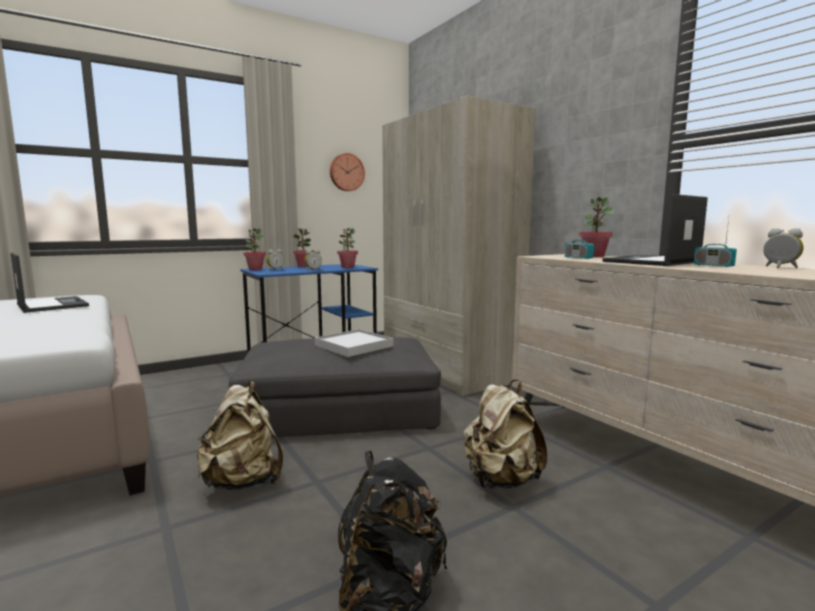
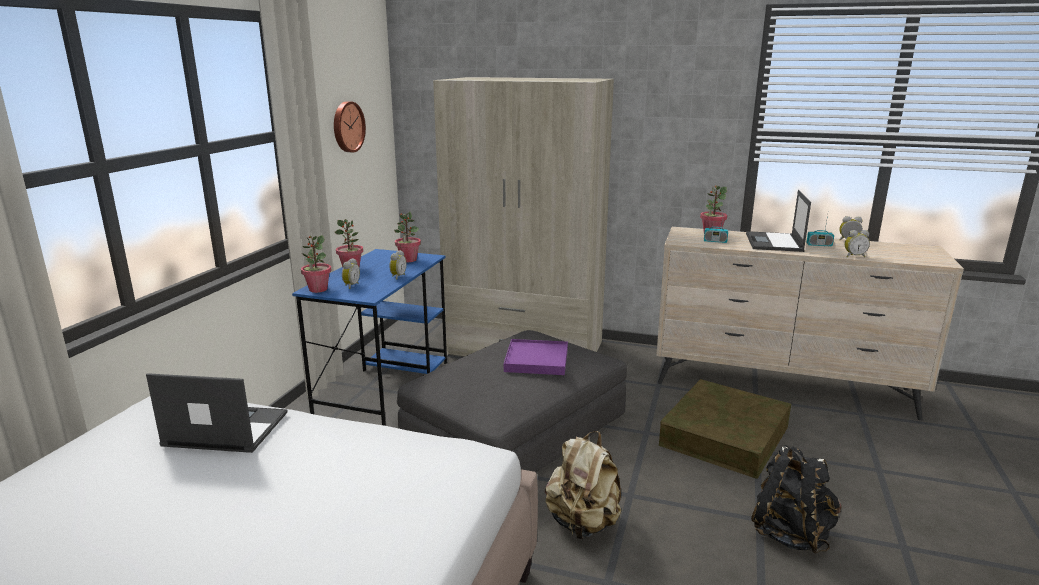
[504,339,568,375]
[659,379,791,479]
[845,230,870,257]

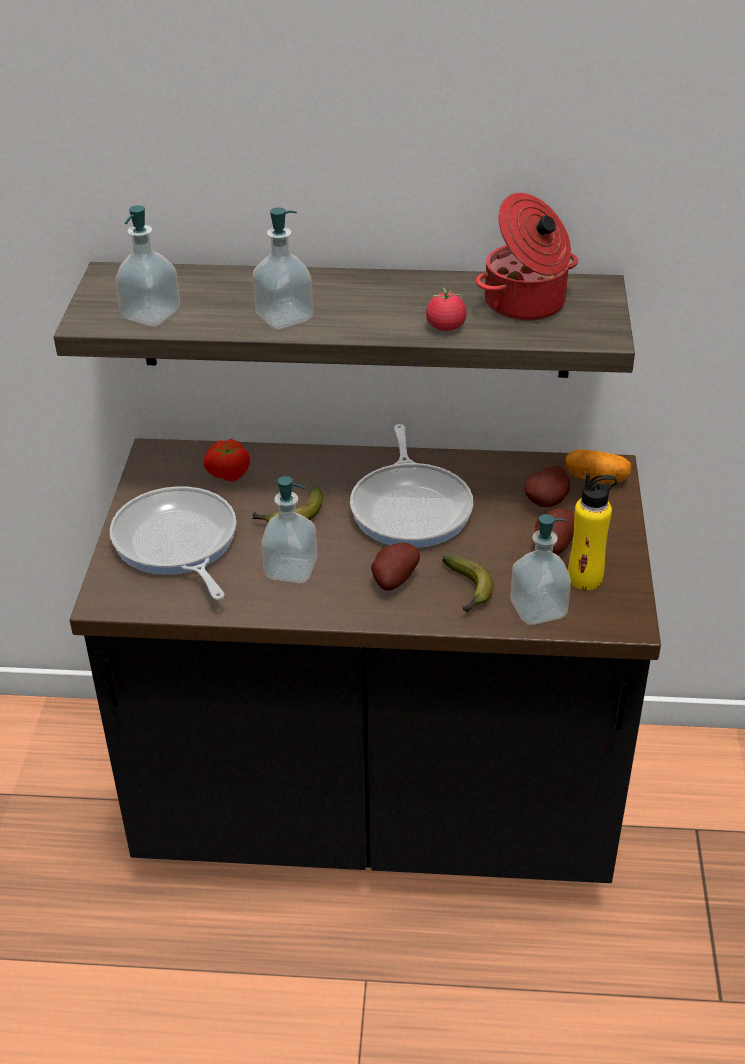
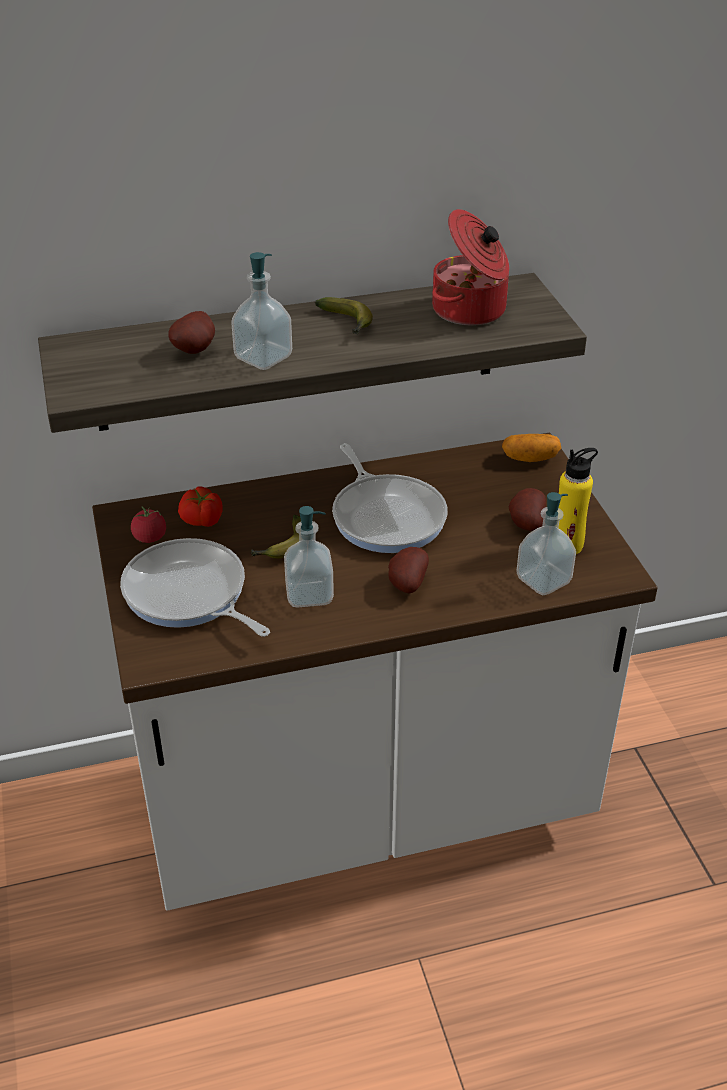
[115,205,180,327] (first image)
[131,507,166,543]
[92,433,658,911]
[169,311,215,354]
[315,297,373,335]

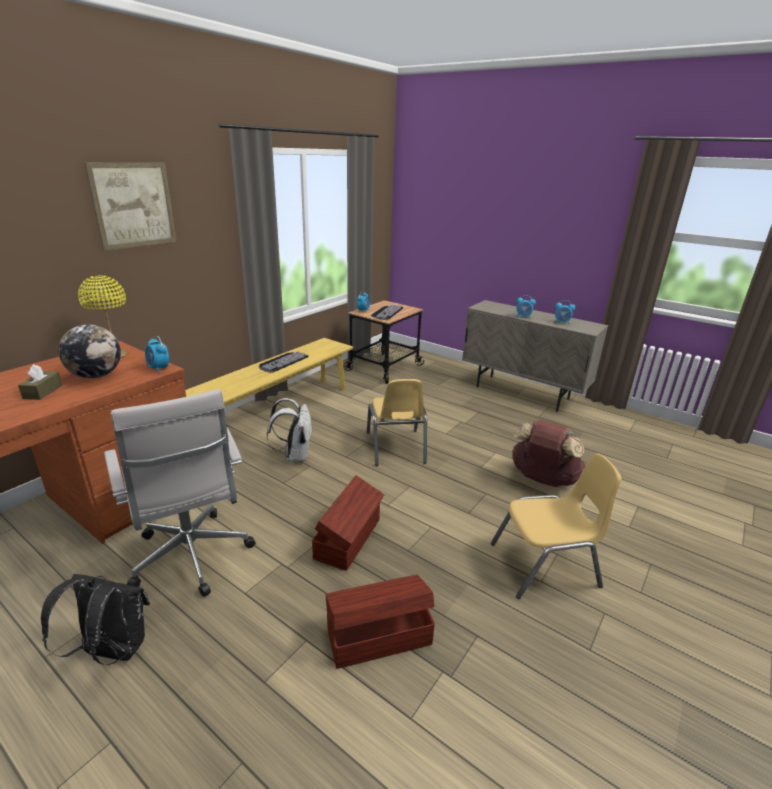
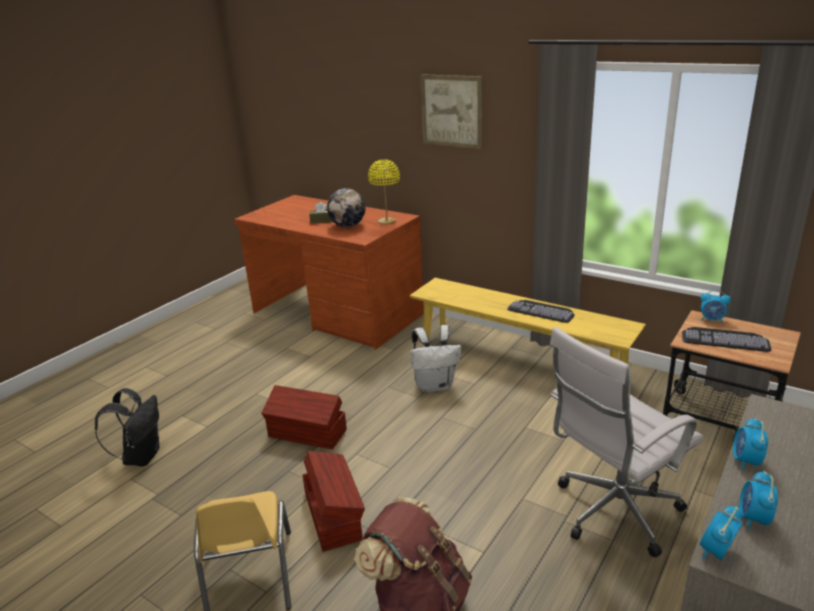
[700,506,743,561]
[367,379,427,466] (first image)
[550,327,704,558]
[95,388,159,467]
[302,451,365,552]

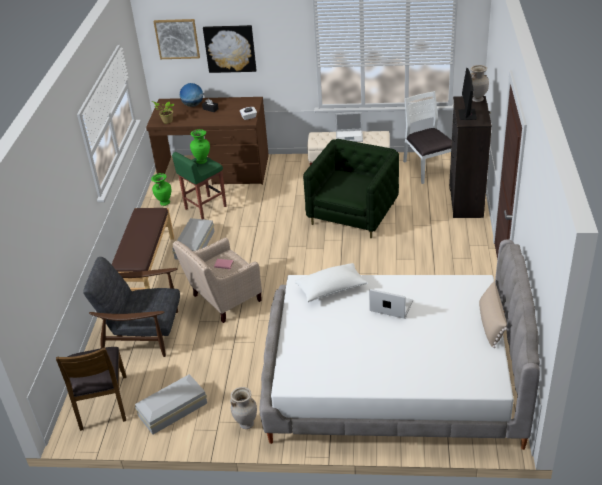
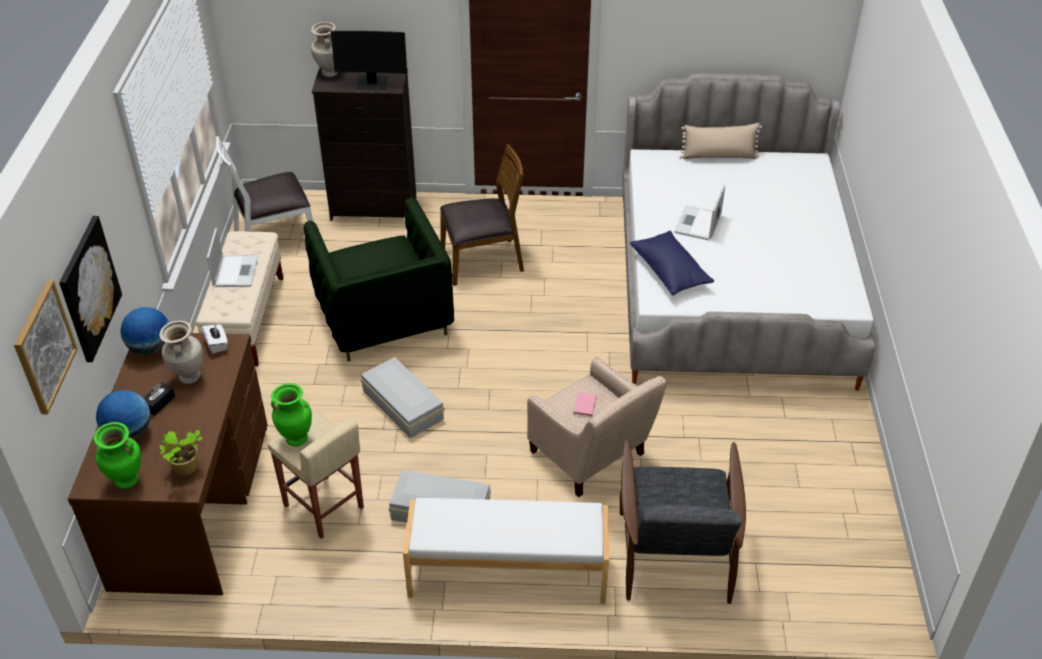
[303,198,454,361]
[267,412,364,539]
[94,422,141,489]
[403,498,609,604]
[630,231,714,295]
[440,144,524,286]
[361,357,445,438]
[159,321,203,384]
[120,307,169,355]

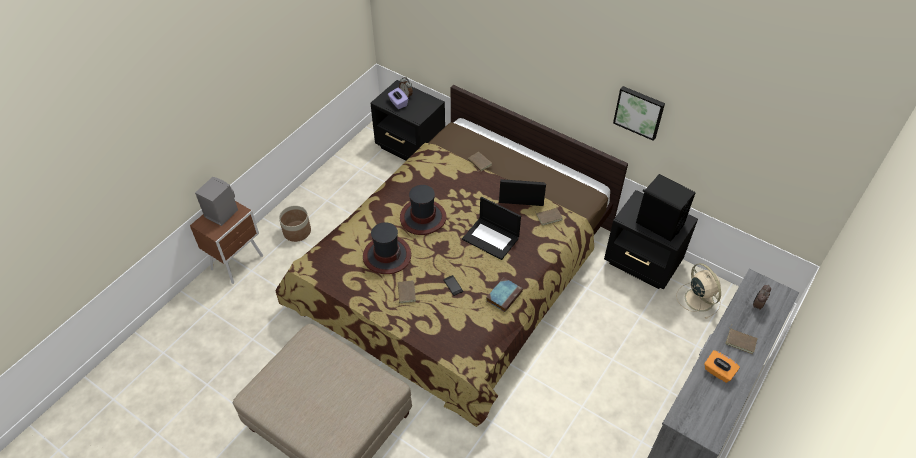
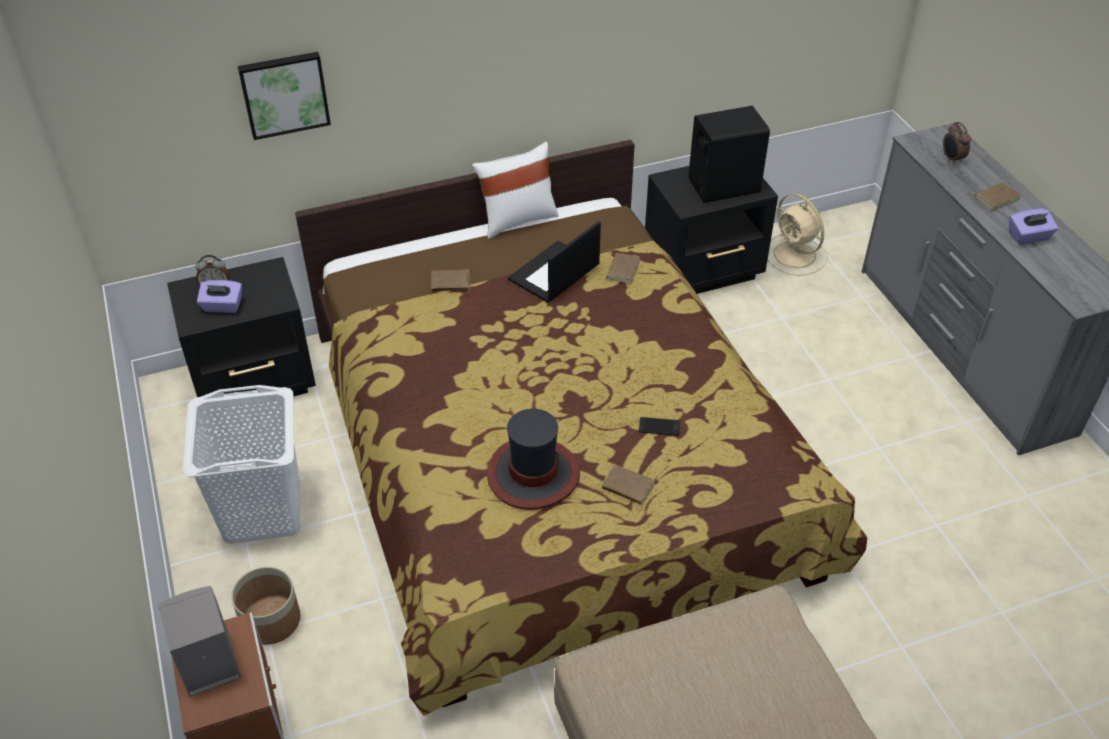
[238,52,331,140]
[400,185,447,235] (first image)
[462,196,521,260] (first image)
[768,193,828,276]
[486,277,523,312] (first image)
[1009,209,1058,245]
[472,142,559,239]
[183,385,300,544]

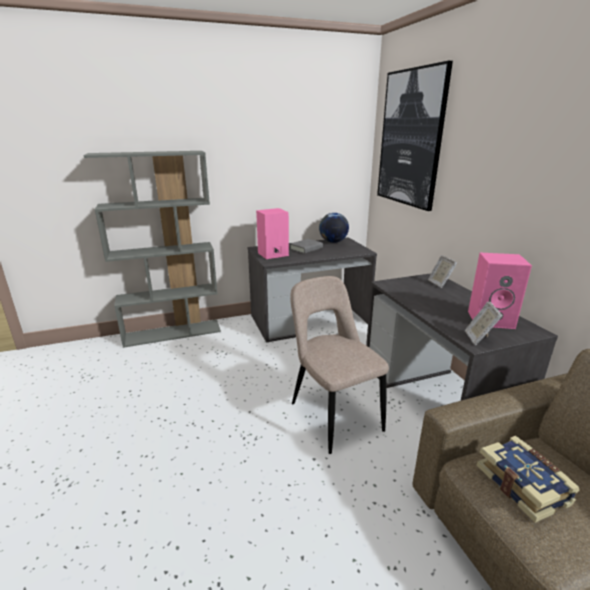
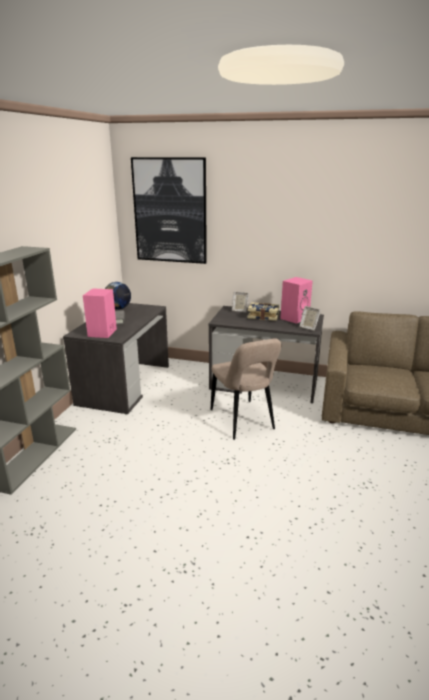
[211,338,281,440]
[247,303,279,321]

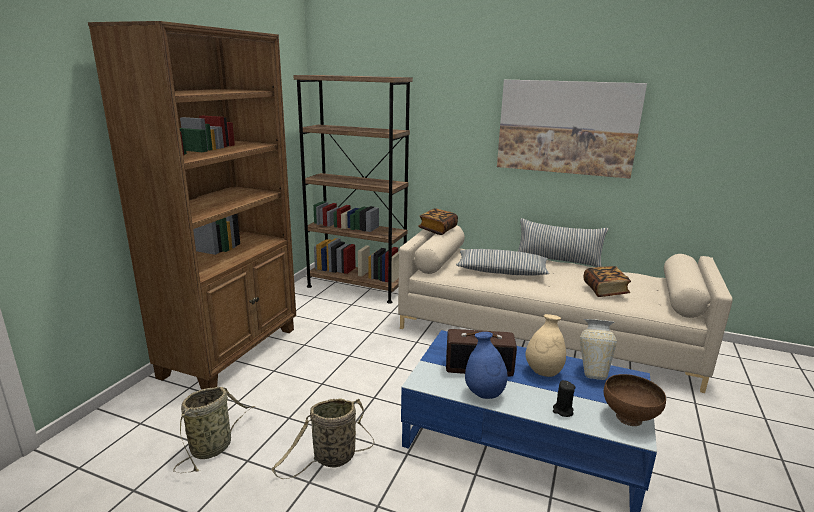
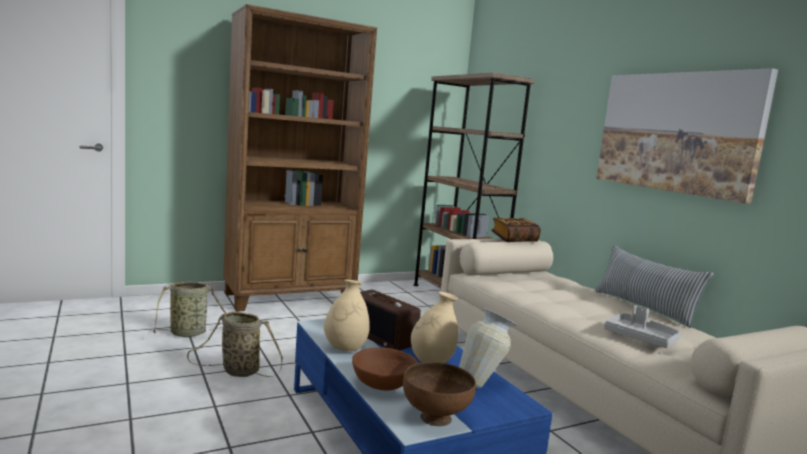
[456,249,549,275] (first image)
[604,305,681,348]
[324,279,370,351]
[352,347,418,390]

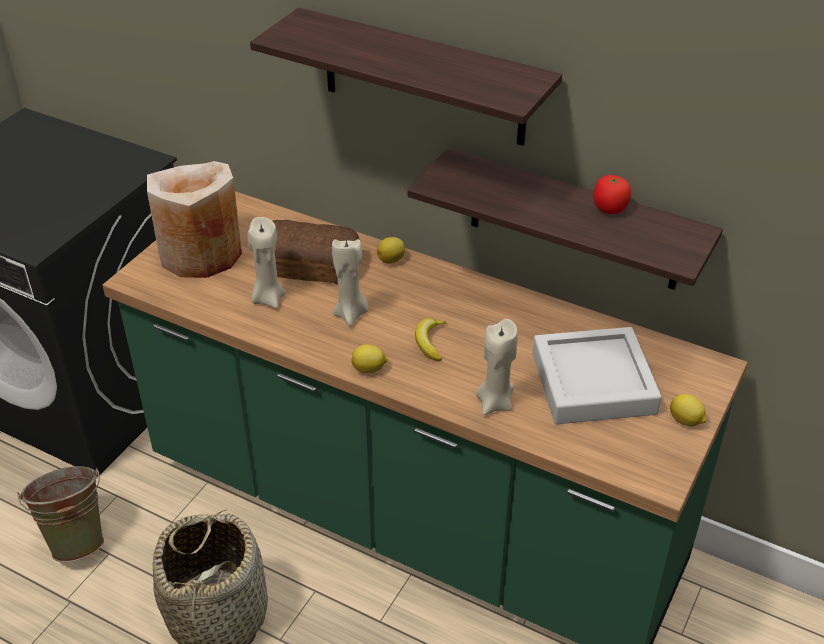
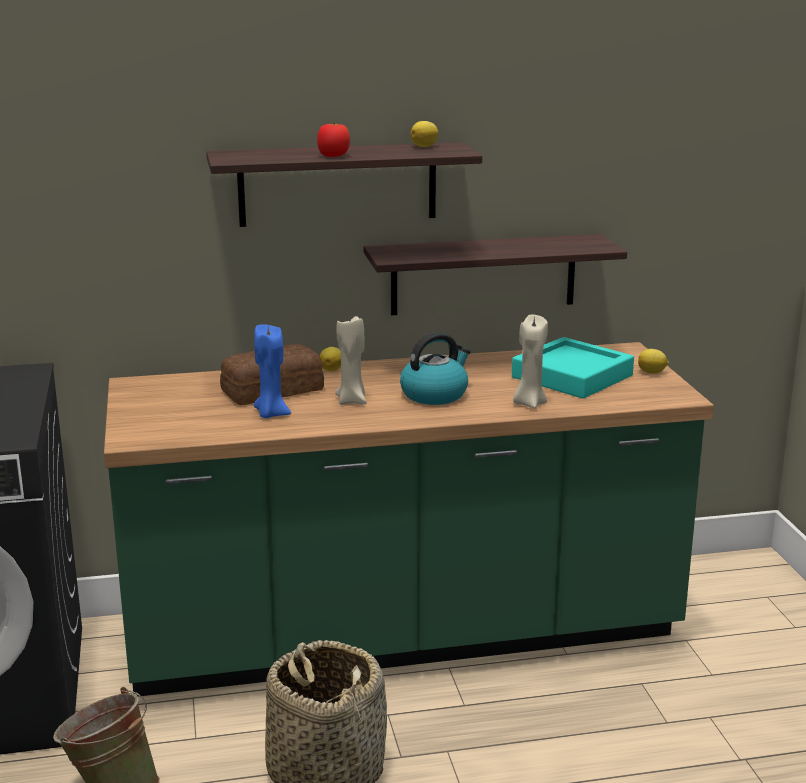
[147,161,242,278] (first image)
[317,123,350,157]
[254,324,291,418]
[400,332,471,405]
[512,337,634,399]
[411,121,438,147]

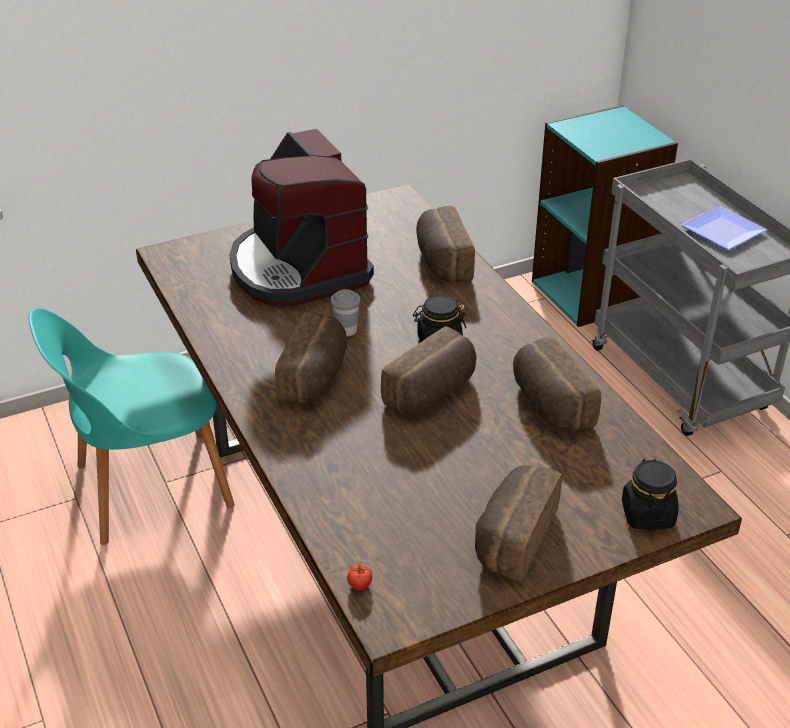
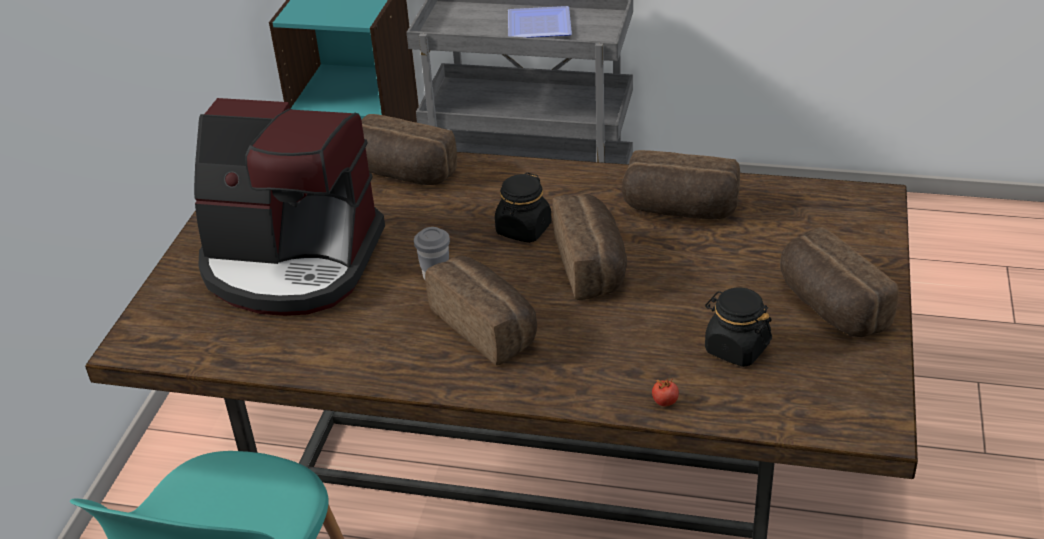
[705,287,772,367]
[652,378,679,406]

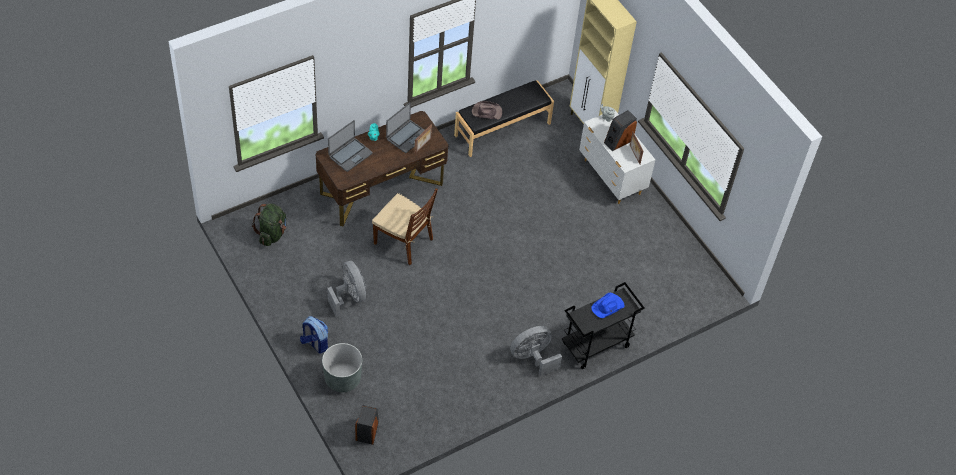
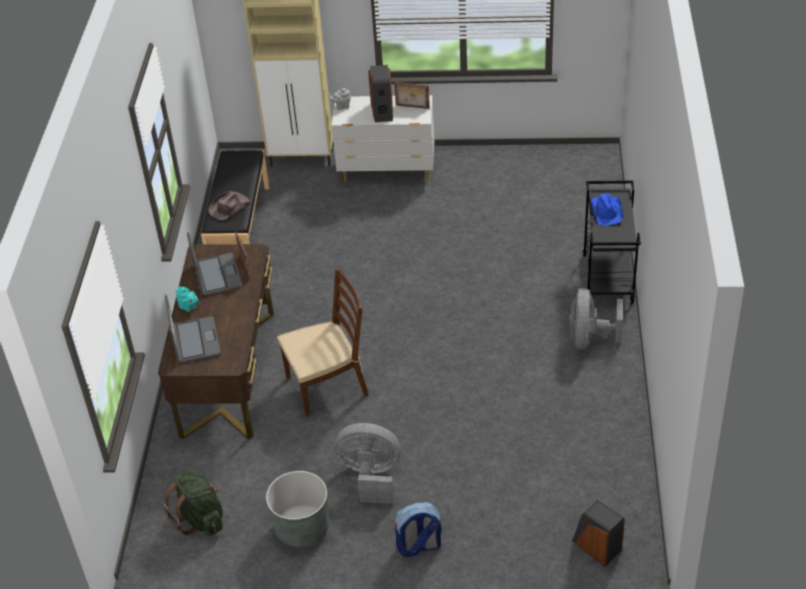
[266,471,329,548]

